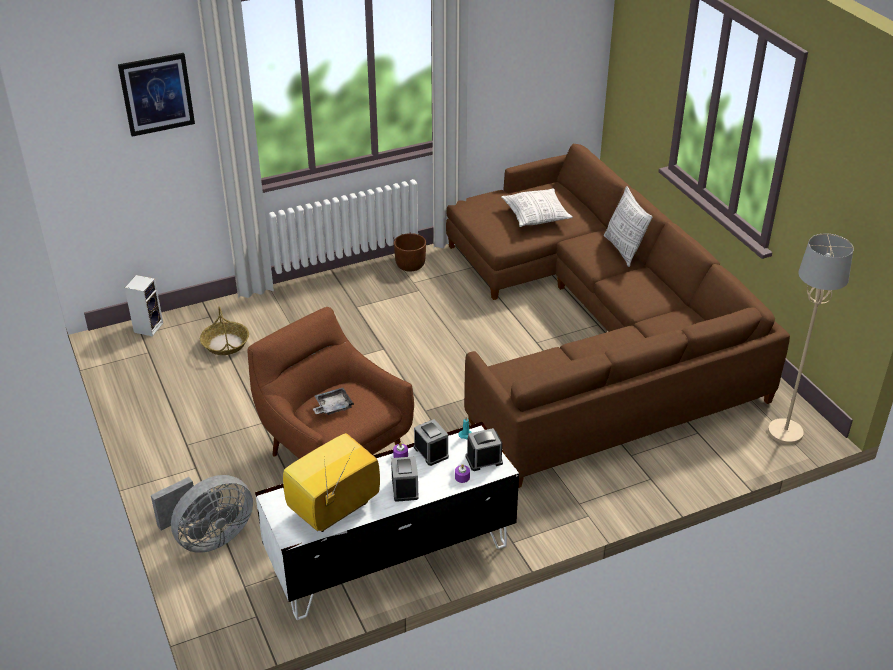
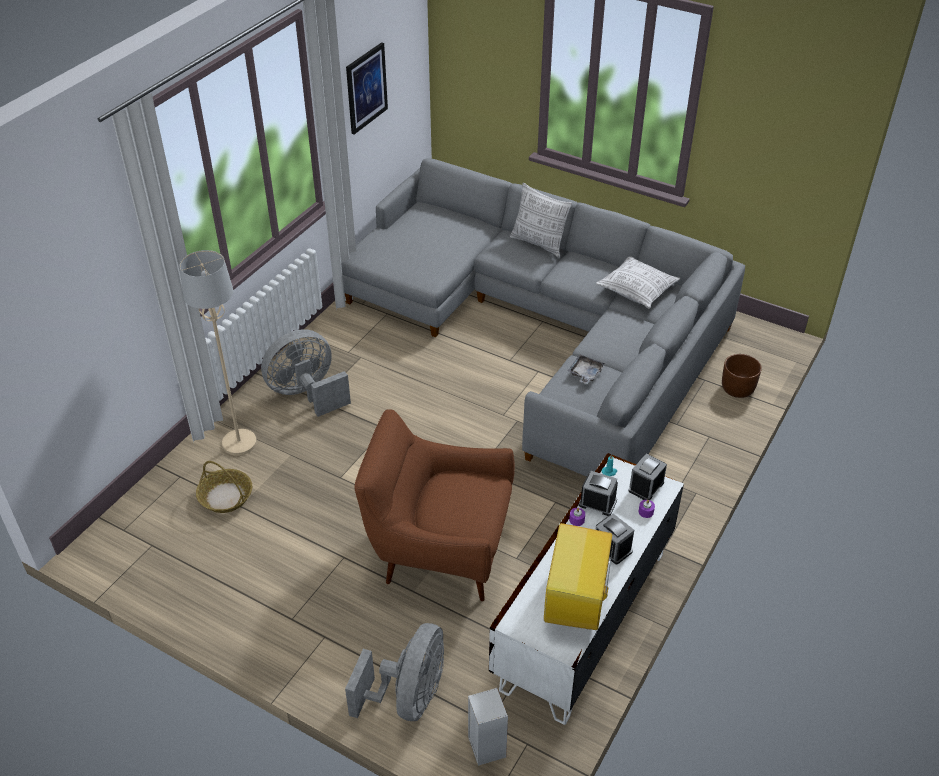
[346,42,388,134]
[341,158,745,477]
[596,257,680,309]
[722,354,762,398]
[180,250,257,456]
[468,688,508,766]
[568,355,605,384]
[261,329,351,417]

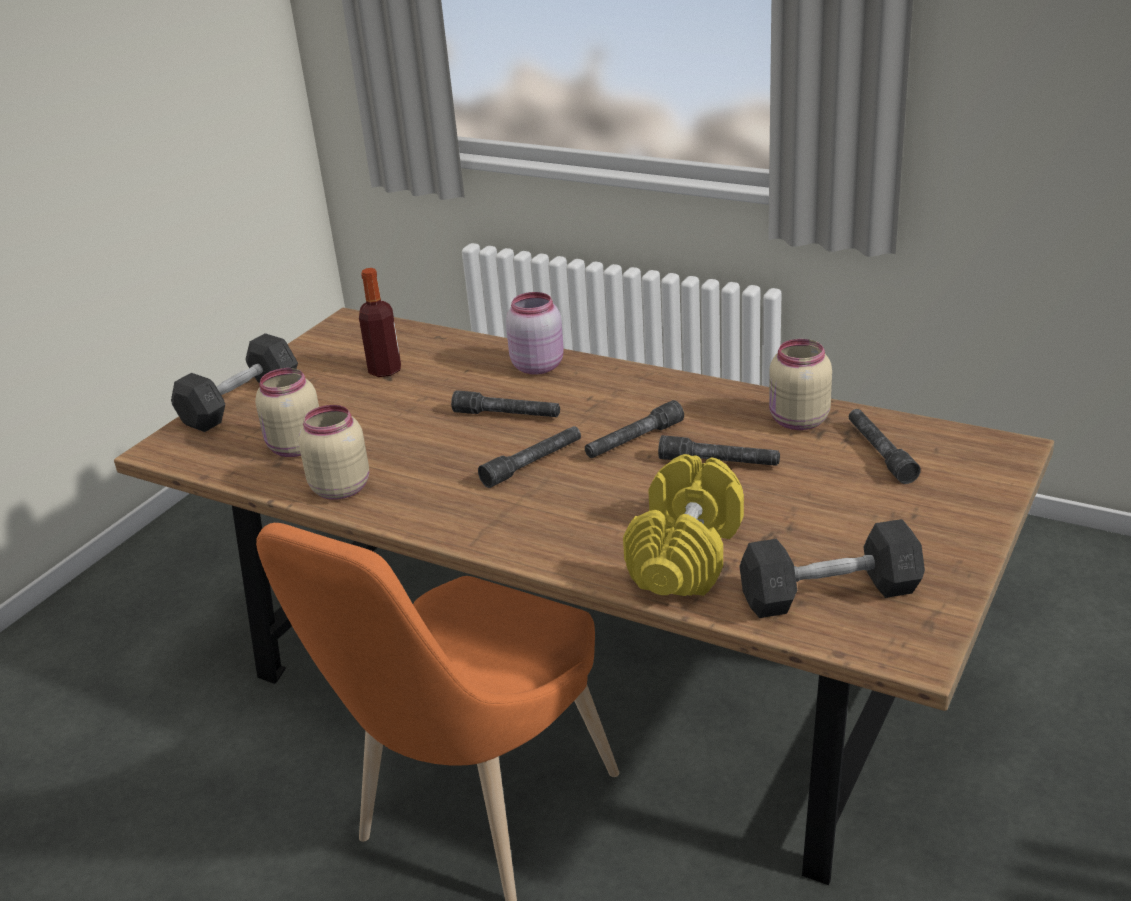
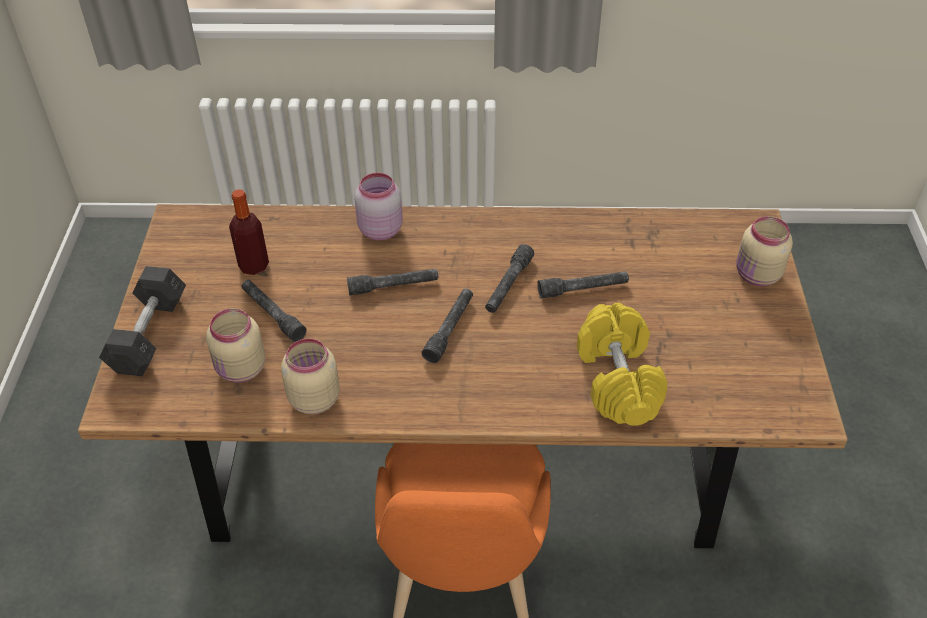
[736,216,793,286]
[241,280,307,342]
[739,519,925,618] (first image)

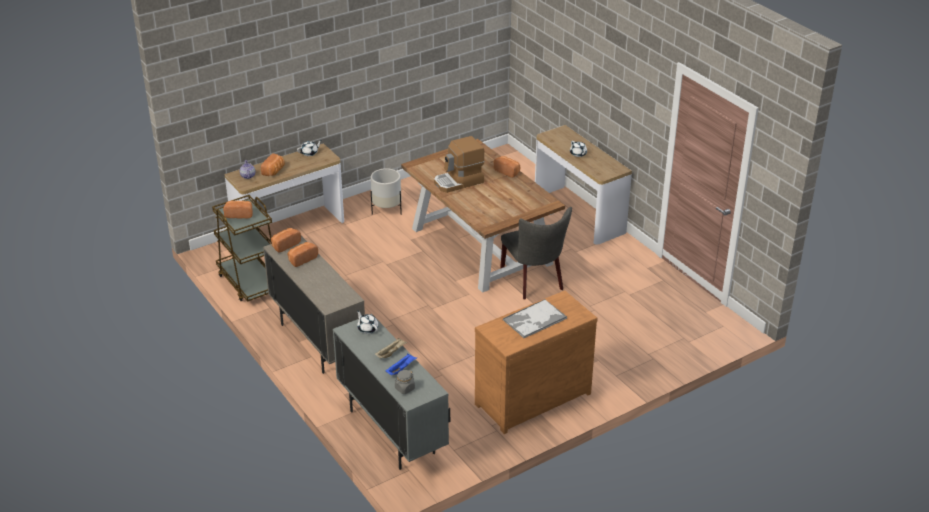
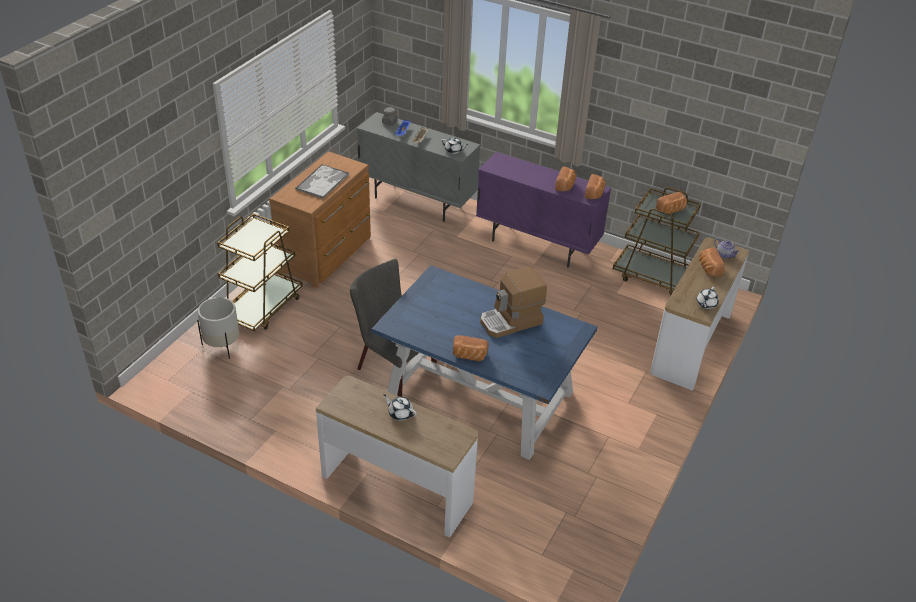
[480,266,547,338]
[371,265,597,460]
[197,297,239,359]
[476,152,611,268]
[217,213,303,331]

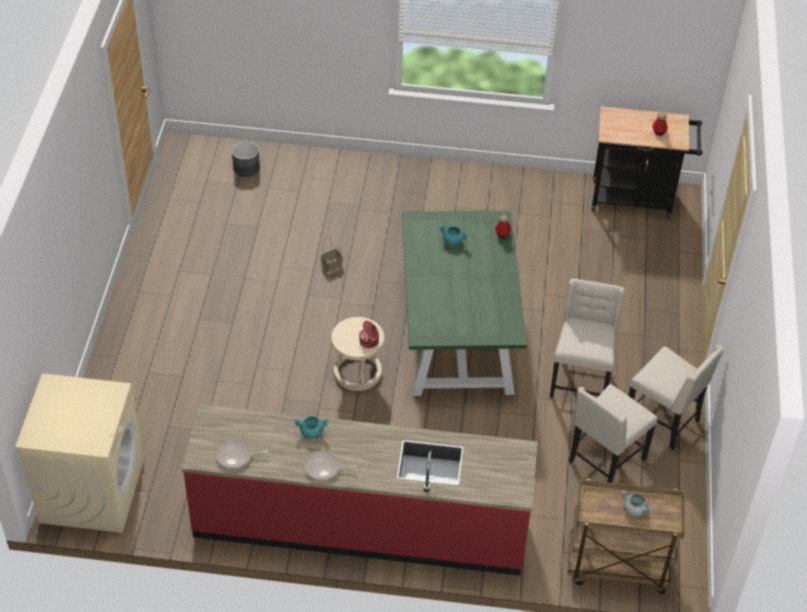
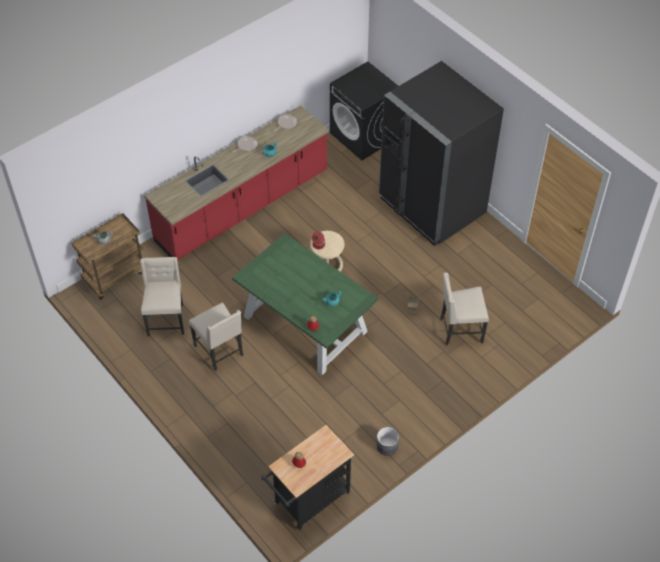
[376,427,399,456]
[440,273,489,345]
[330,61,398,160]
[379,61,504,246]

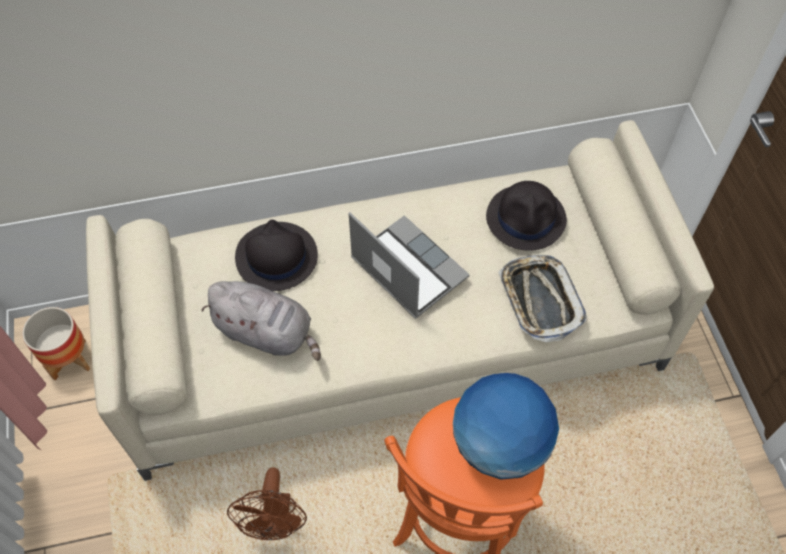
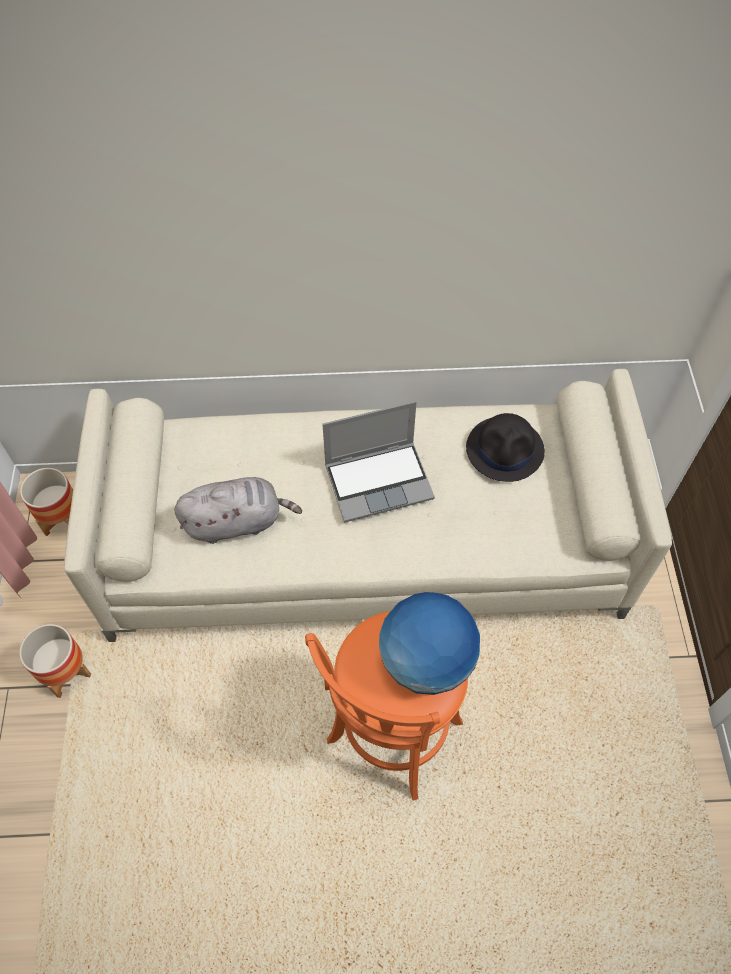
[322,401,435,523]
[235,219,318,291] (first image)
[498,255,587,342] (first image)
[174,477,302,544]
[227,467,307,540] (first image)
[19,624,91,698]

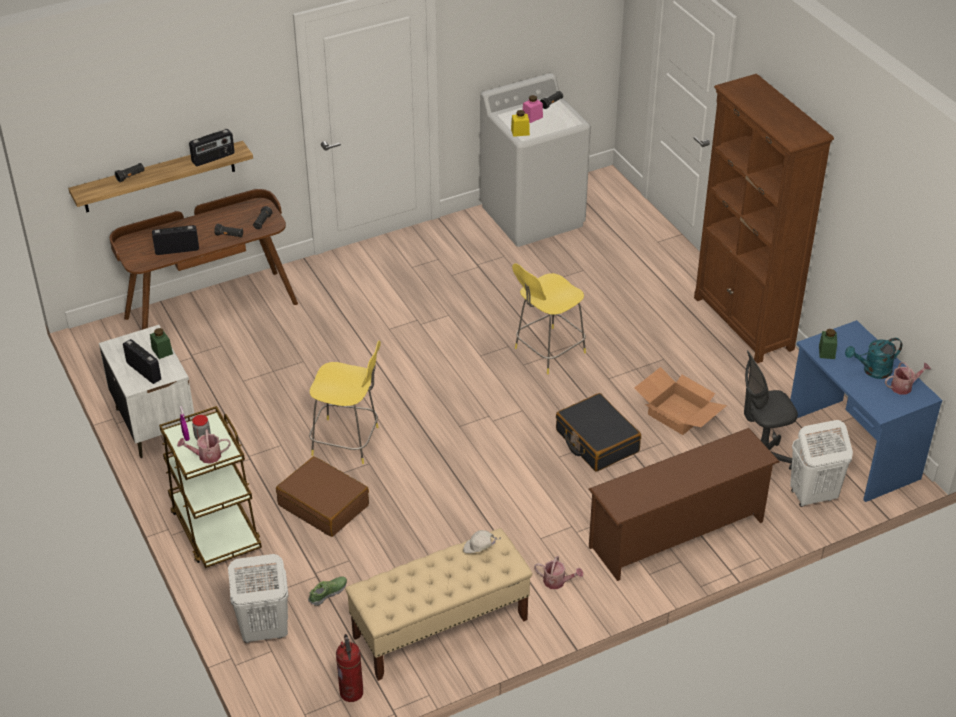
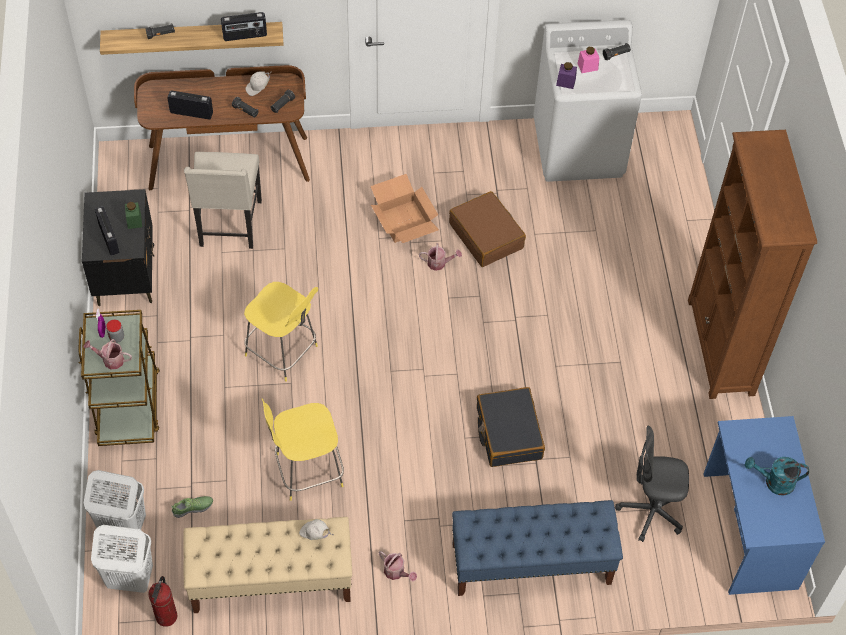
[556,62,577,89]
[262,399,344,501]
[82,189,154,306]
[819,329,837,359] (first image)
[419,243,462,271]
[370,174,439,243]
[91,525,153,593]
[452,500,623,596]
[449,191,526,267]
[246,71,272,96]
[184,152,262,249]

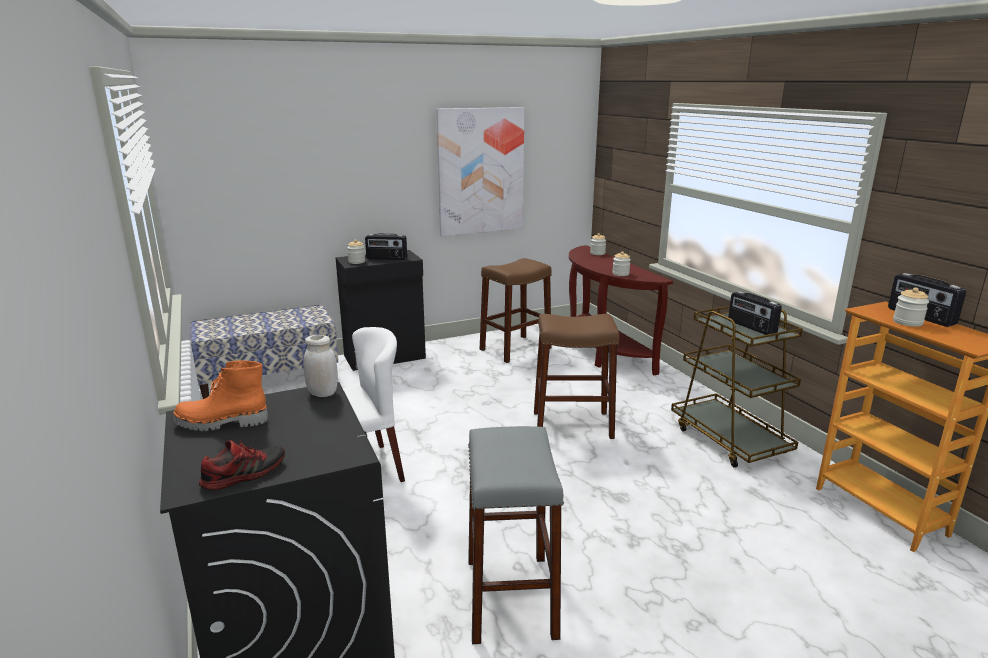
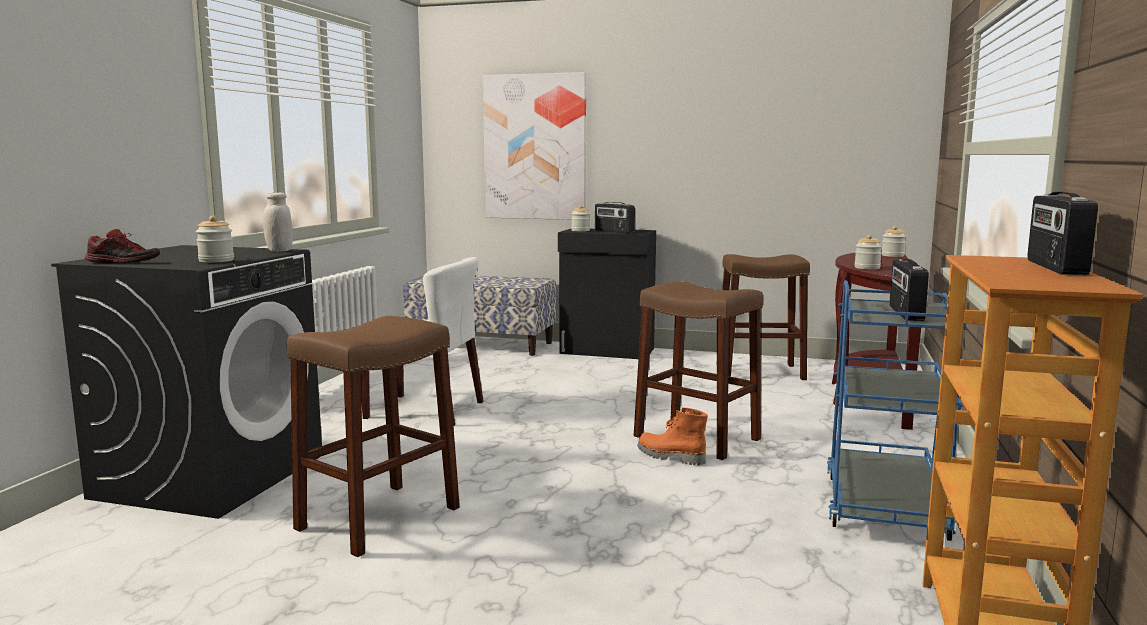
[483,72,586,220]
[196,216,234,263]
[827,280,966,541]
[637,407,708,465]
[287,316,460,557]

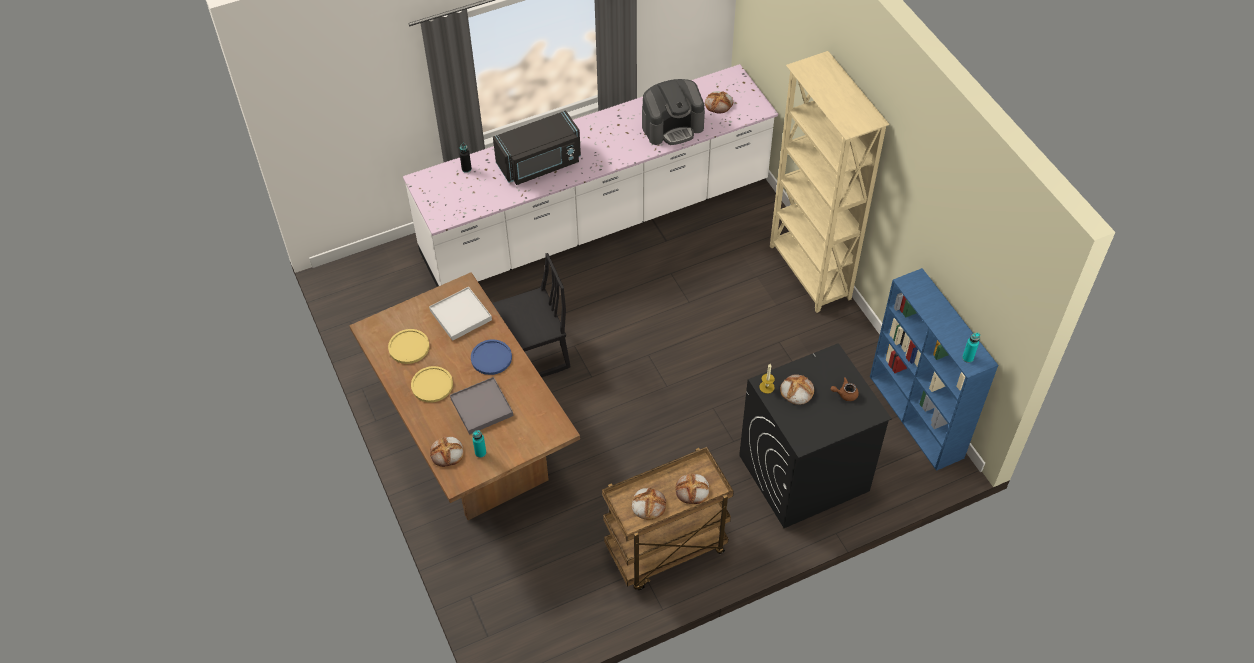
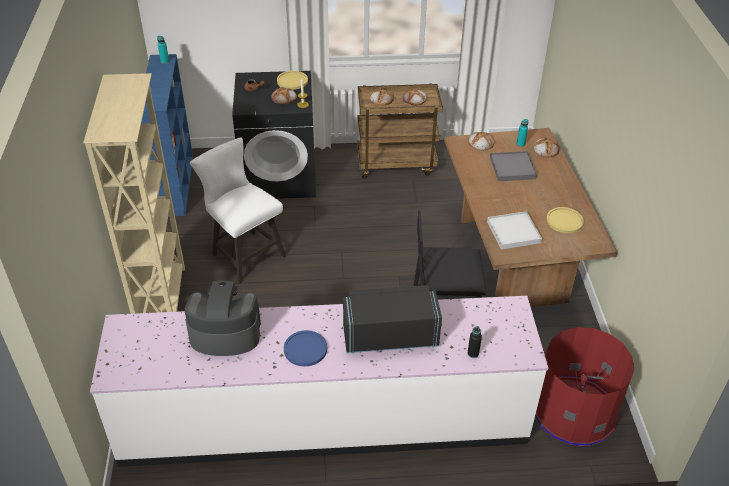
[468,132,494,151]
[284,330,327,366]
[277,71,308,90]
[190,137,286,283]
[535,327,634,446]

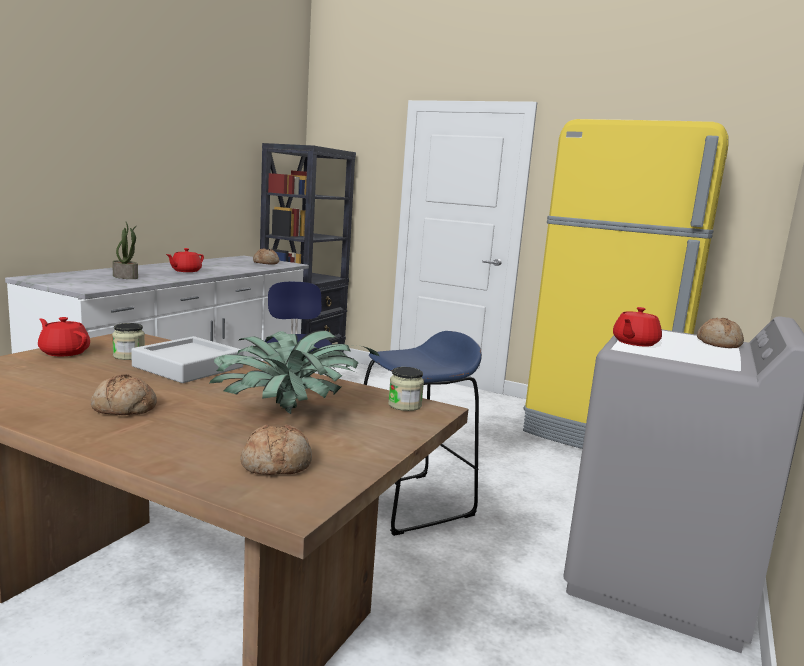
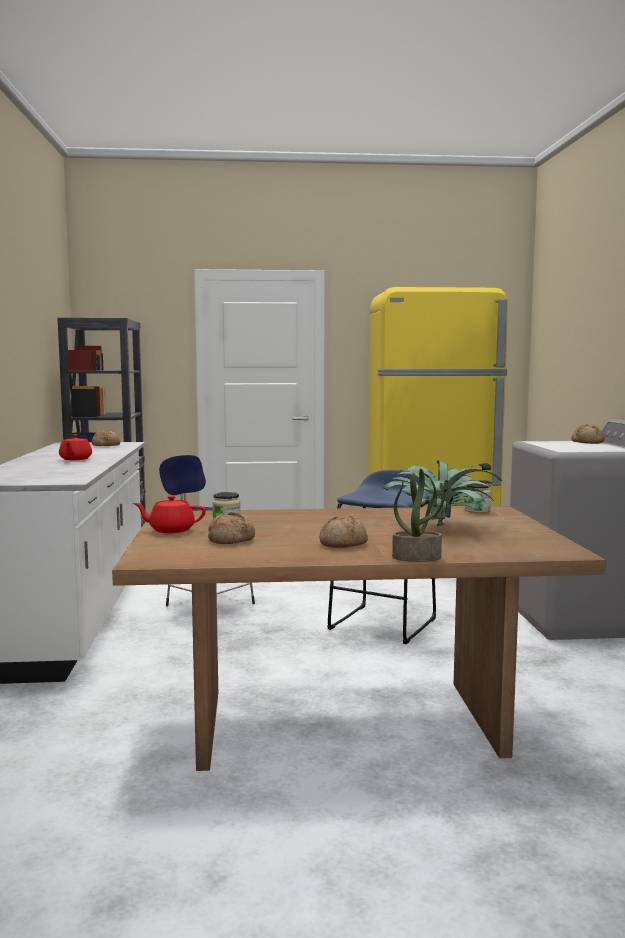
[392,469,445,562]
[613,307,662,347] (first image)
[131,336,243,383] (first image)
[208,512,255,544]

